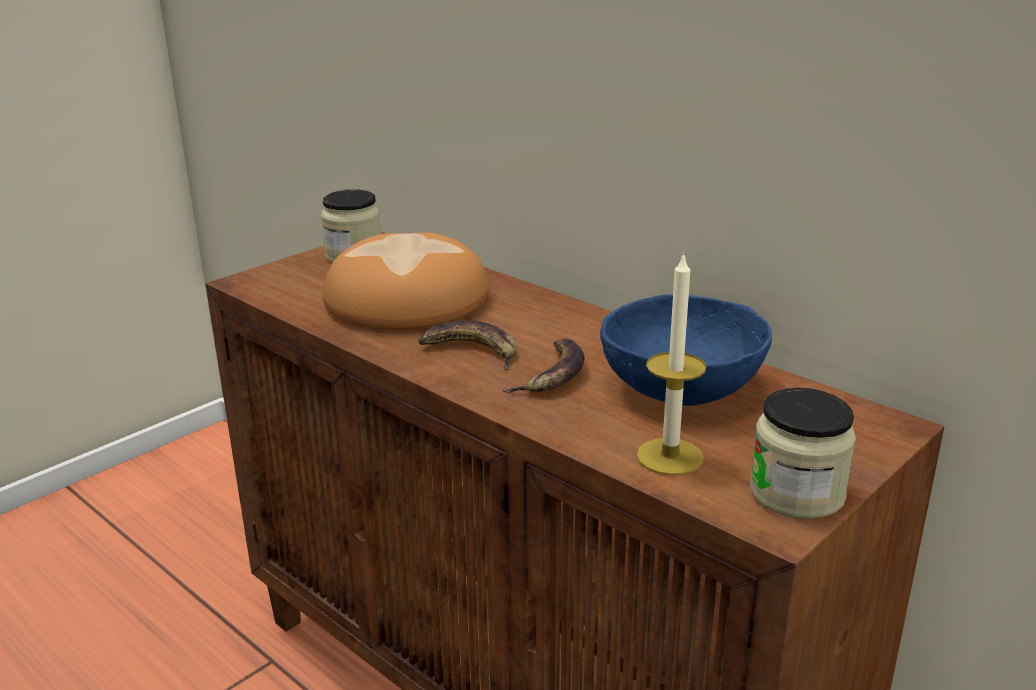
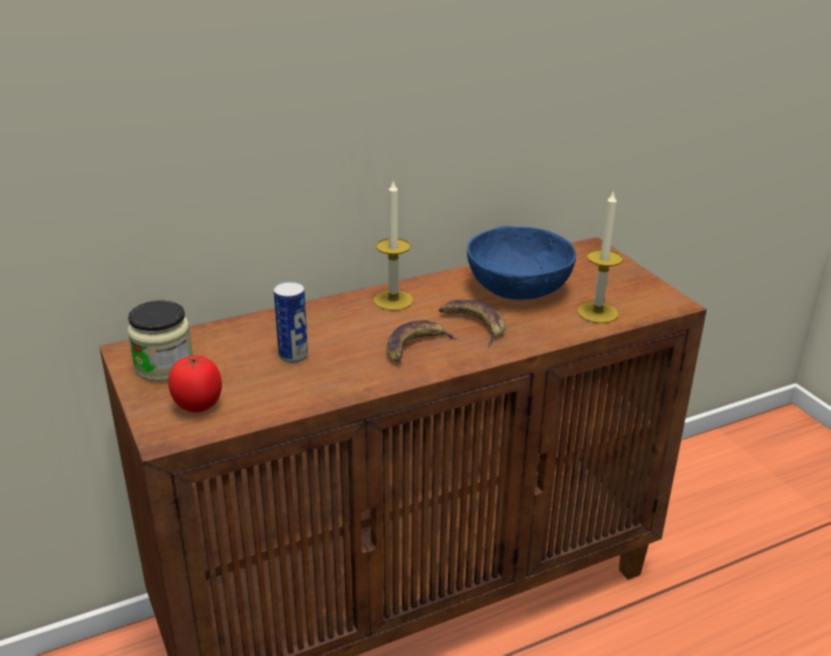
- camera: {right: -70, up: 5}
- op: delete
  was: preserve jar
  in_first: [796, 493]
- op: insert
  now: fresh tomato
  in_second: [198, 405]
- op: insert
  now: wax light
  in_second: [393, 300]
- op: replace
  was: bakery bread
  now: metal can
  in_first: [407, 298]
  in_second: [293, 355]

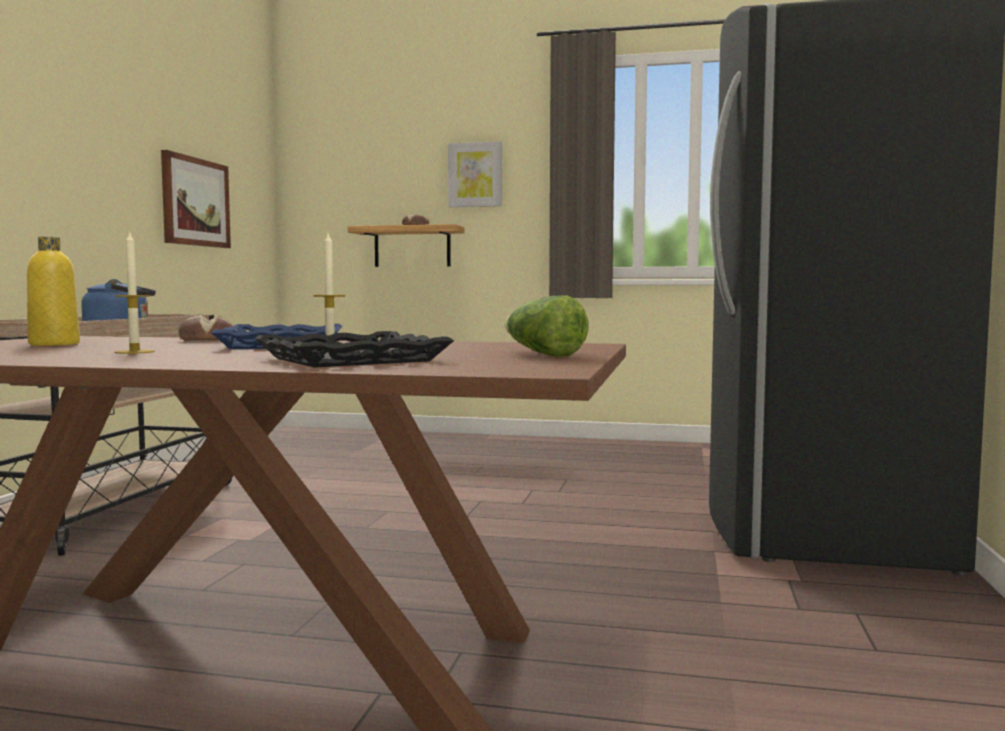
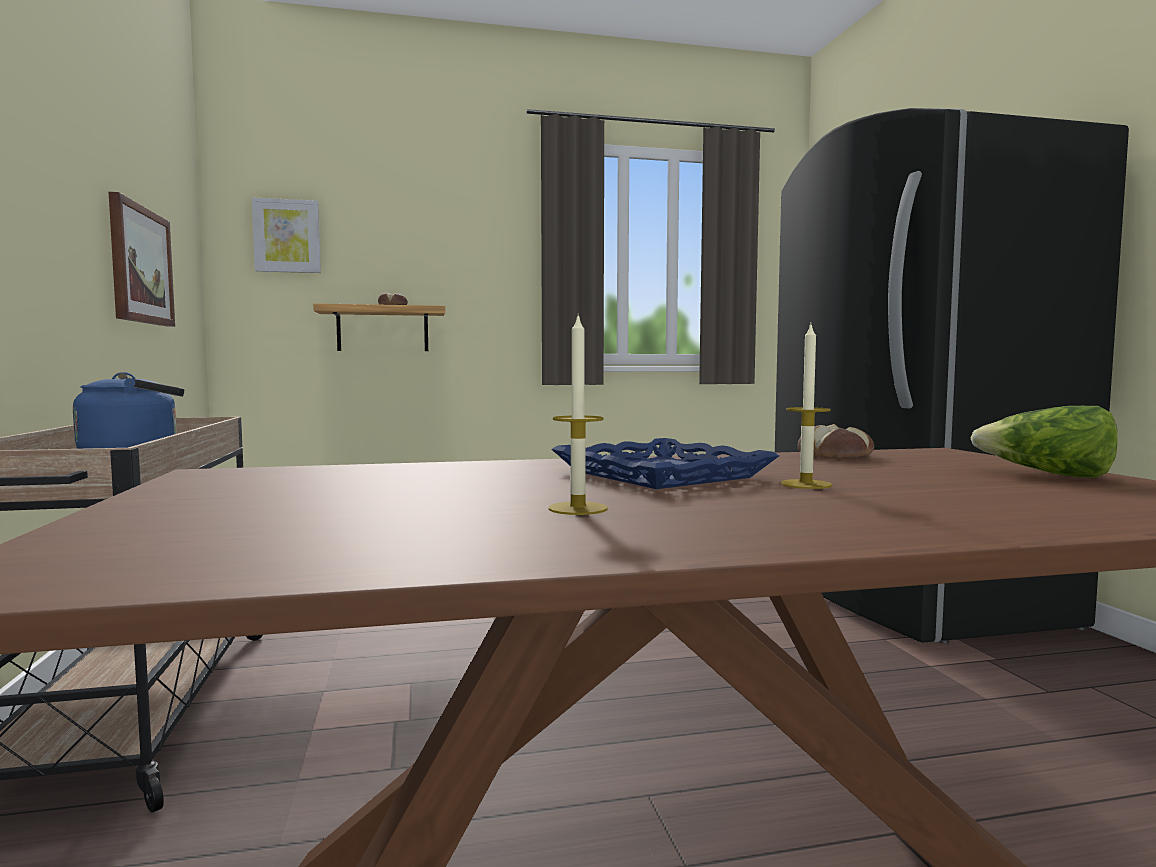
- camera: {right: -25, up: 0}
- op: delete
  was: yellow-coloured drink bottle
  in_first: [54, 344]
- op: delete
  was: black-coloured carrying tray
  in_first: [352, 360]
- op: move
  was: bakery bread
  in_first: [207, 340]
  in_second: [836, 455]
- op: move
  was: picture
  in_first: [475, 175]
  in_second: [287, 236]

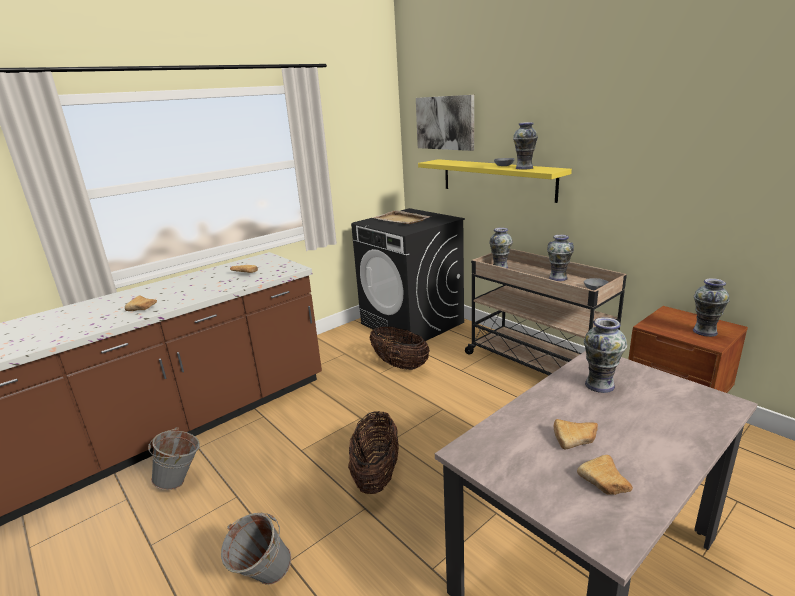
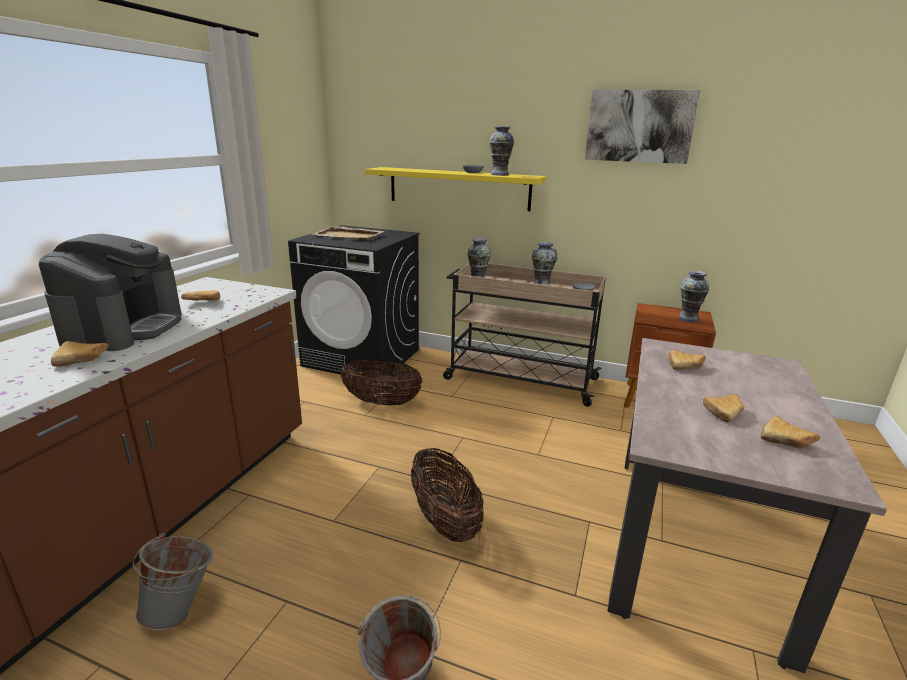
- camera: {right: -30, up: 0}
- op: insert
  now: coffee machine
  in_second: [125, 328]
- op: move
  was: picture
  in_first: [445, 123]
  in_second: [639, 126]
- op: replace
  was: flower vase
  now: bakery bread
  in_first: [599, 384]
  in_second: [686, 366]

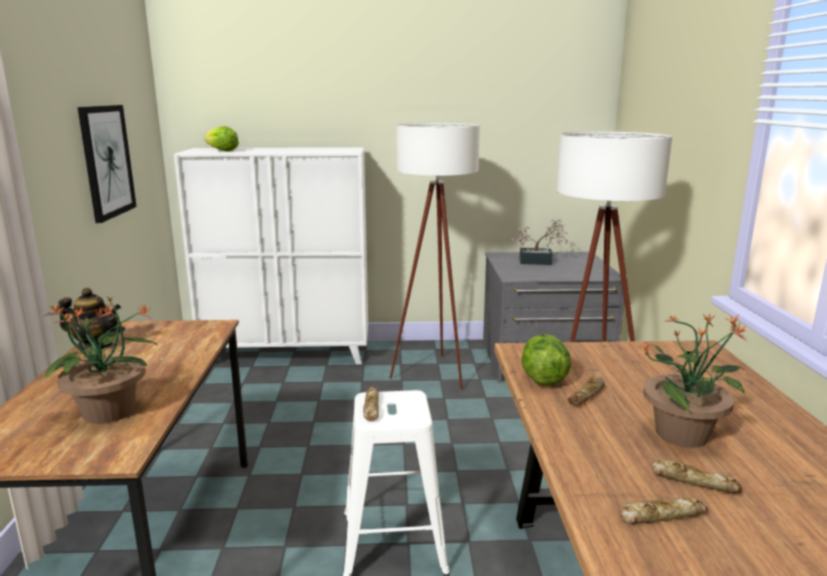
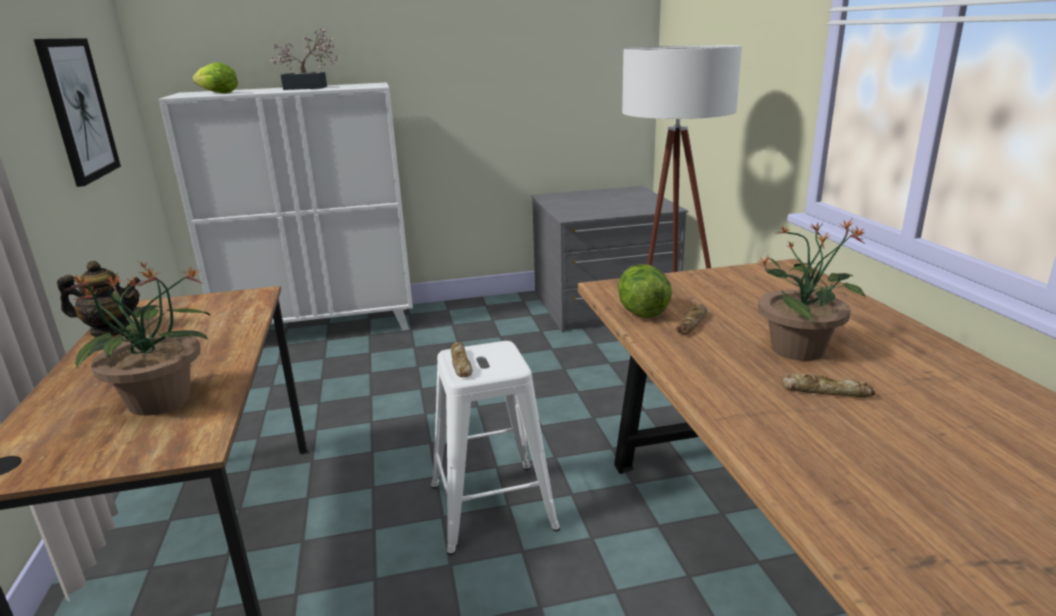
- camera: {right: -10, up: 5}
- op: delete
  was: white standing lamp
  in_first: [434, 370]
- op: delete
  was: bakery bread
  in_first: [661, 515]
- op: move
  was: houseplant
  in_first: [539, 262]
  in_second: [310, 88]

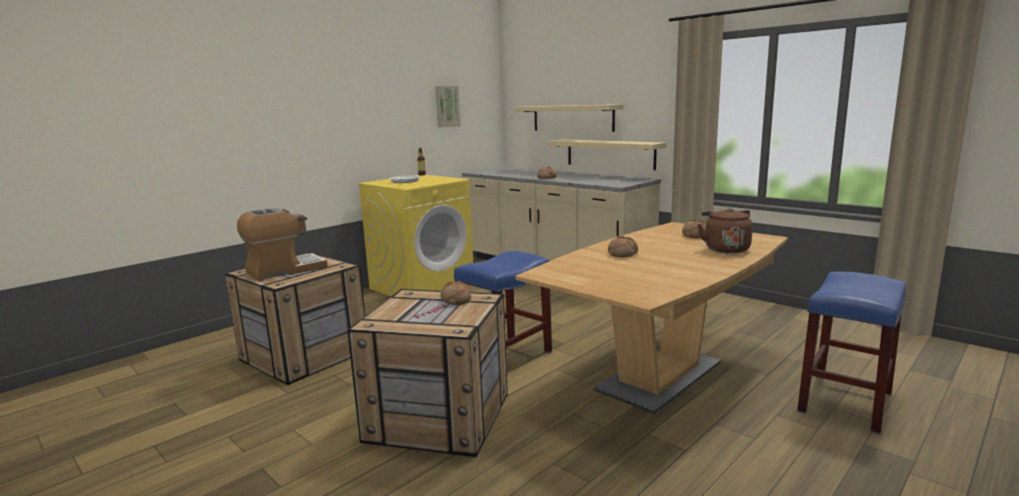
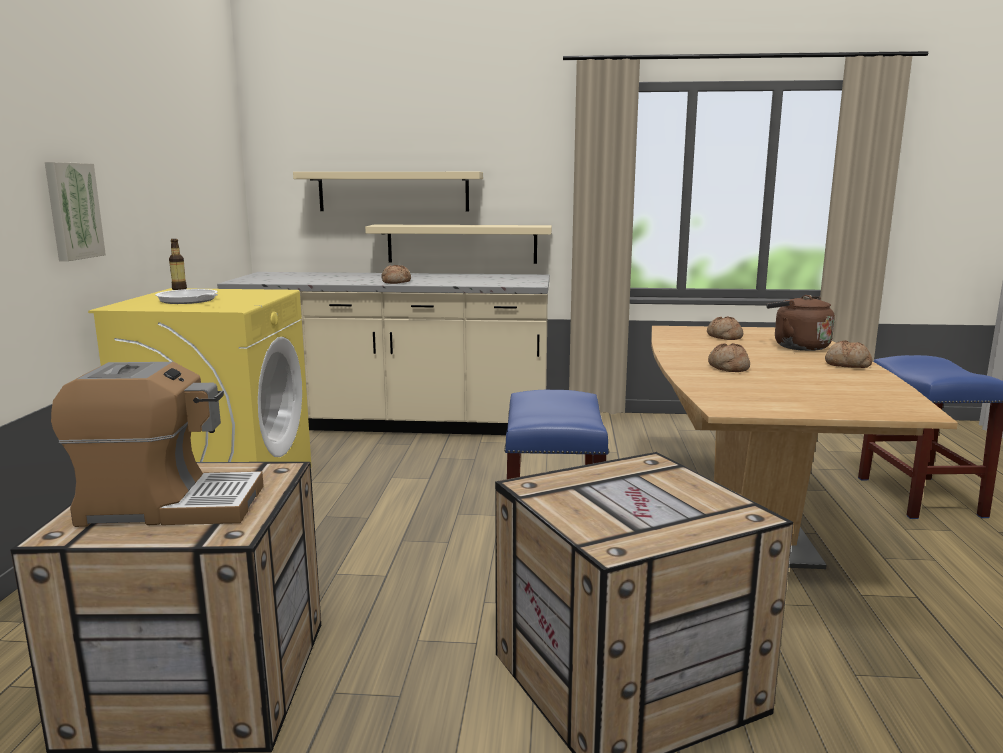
- camera: {right: -40, up: 0}
- op: move
  was: picture
  in_first: [447, 106]
  in_second: [72, 211]
- op: move
  was: bakery bread
  in_first: [455, 300]
  in_second: [847, 365]
- op: rotate
  was: coffee machine
  in_first: [285, 270]
  in_second: [169, 506]
  clockwise: 75

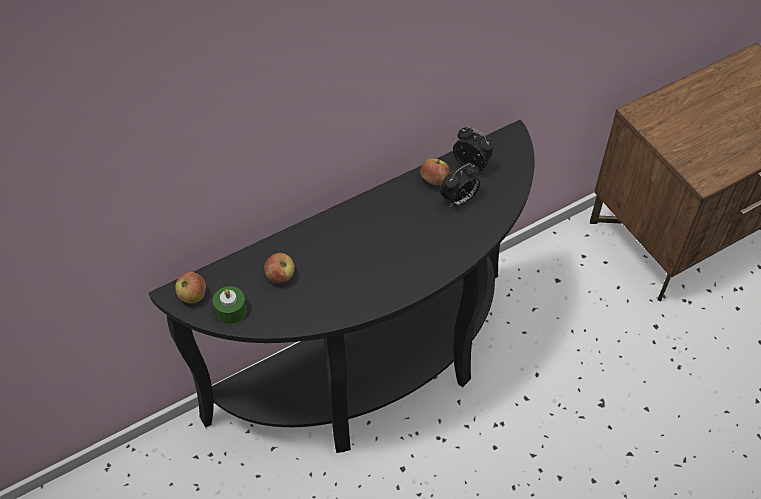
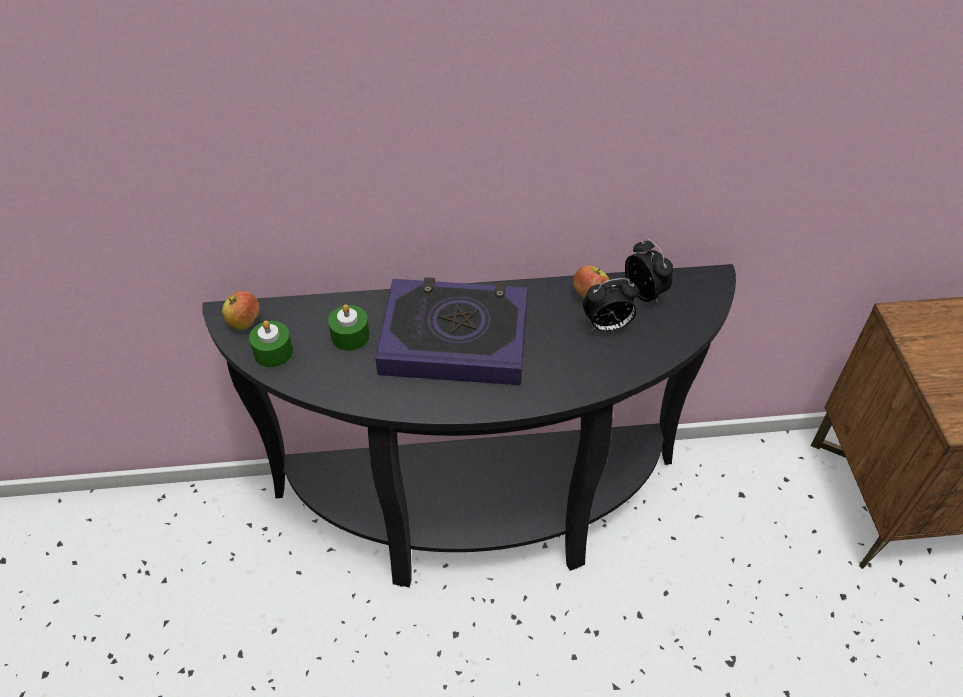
- camera: {right: 25, up: -5}
- op: insert
  now: bound book
  in_second: [455, 338]
- op: replace
  was: apple fruit
  now: green wax light
  in_first: [280, 276]
  in_second: [350, 336]

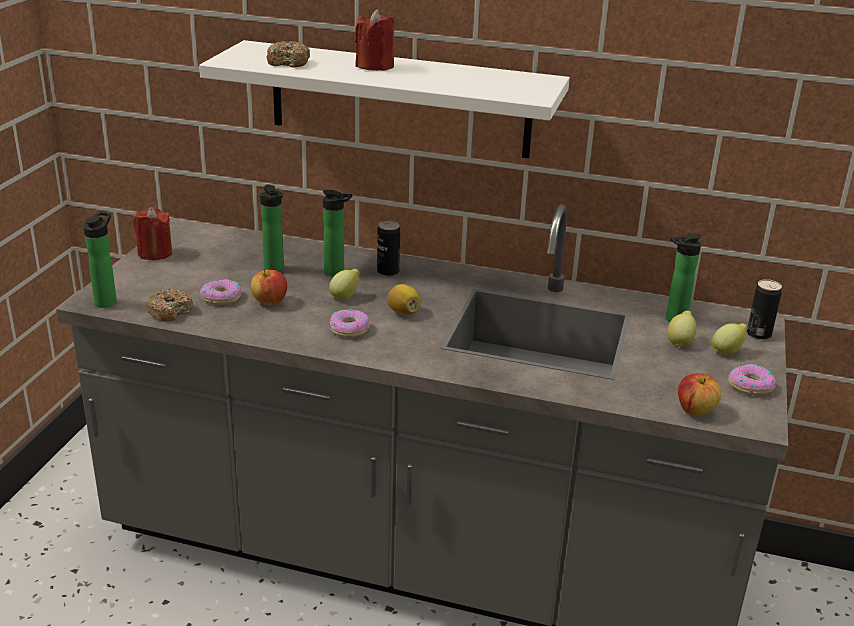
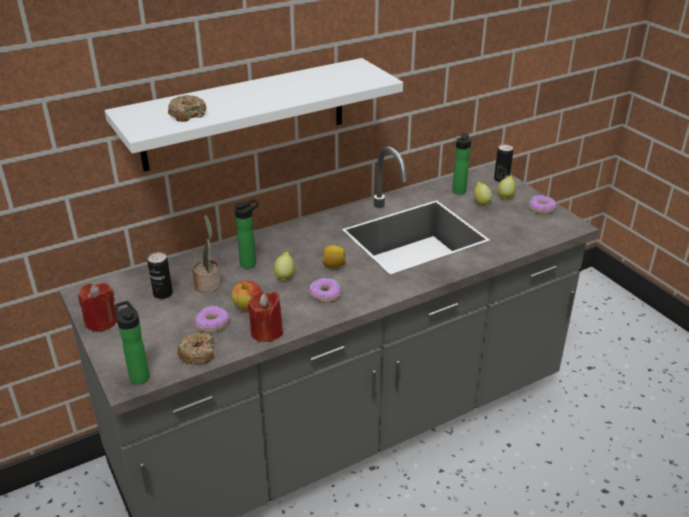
- camera: {right: -45, up: 5}
- op: delete
  was: apple fruit
  in_first: [695, 410]
- op: move
  was: red wax light
  in_first: [375, 66]
  in_second: [266, 332]
- op: move
  was: metal can
  in_first: [388, 271]
  in_second: [163, 294]
- op: replace
  was: drink bottle
  now: houseplant
  in_first: [275, 269]
  in_second: [208, 284]

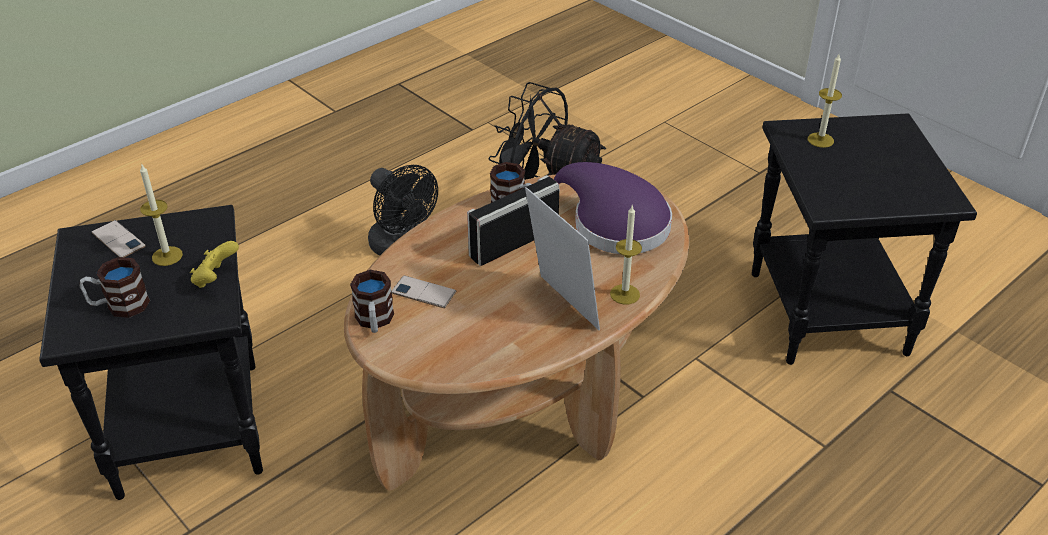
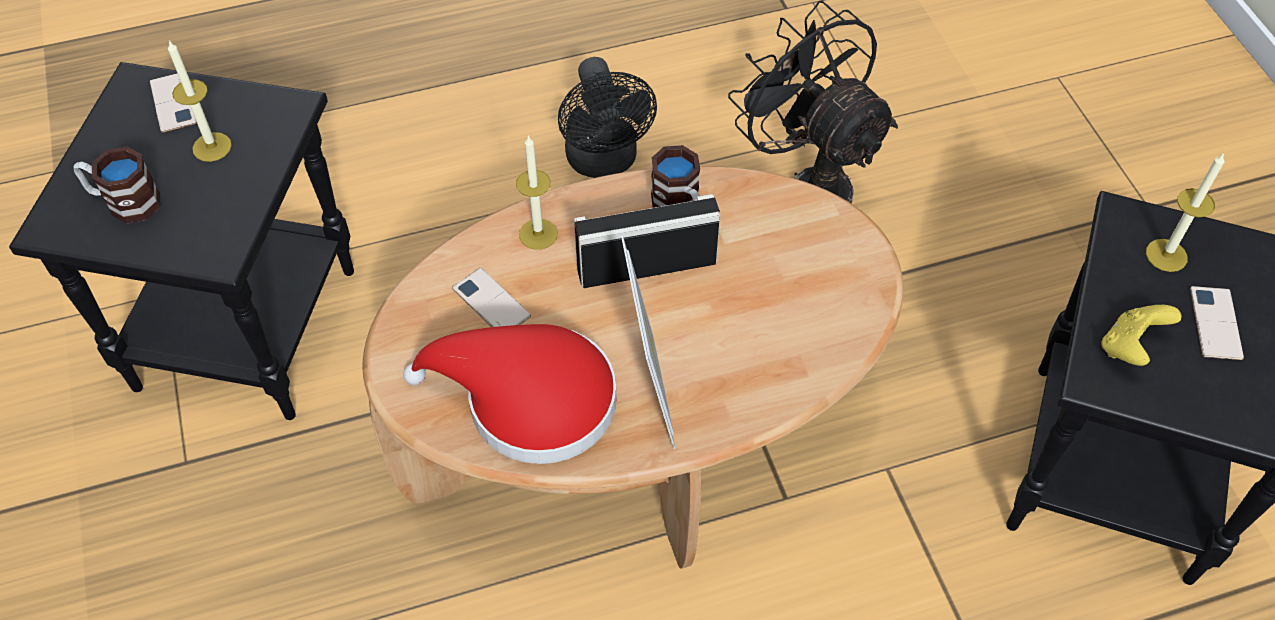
- camera: {right: 25, up: 15}
- op: delete
  was: coffee mug
  in_first: [374, 321]
- op: delete
  was: purple clothing hat
  in_first: [614, 224]
- op: insert
  now: red clothing hat
  in_second: [528, 400]
- op: insert
  now: phone
  in_second: [1215, 323]
- op: move
  was: yellow-coloured game controller
  in_first: [215, 279]
  in_second: [1129, 347]
- op: move
  was: wax light
  in_first: [625, 294]
  in_second: [538, 234]

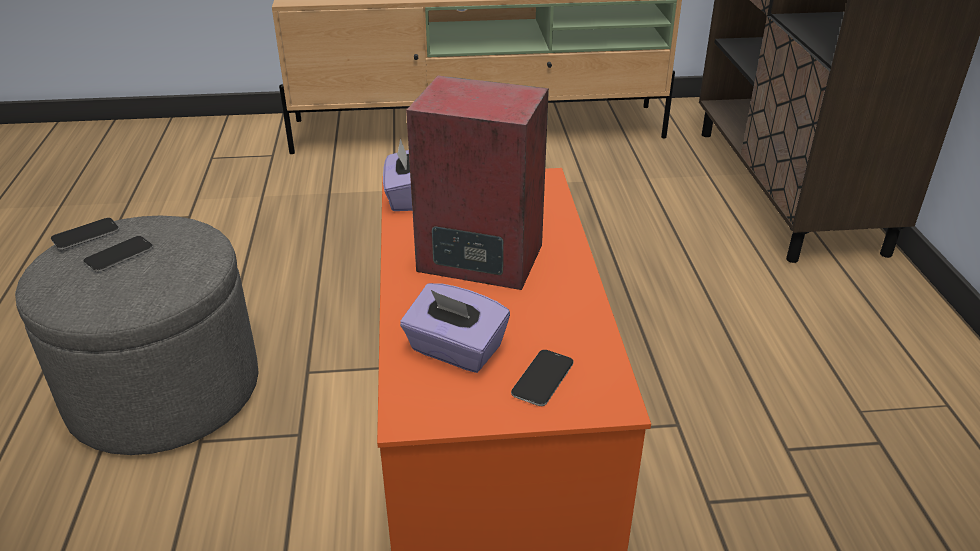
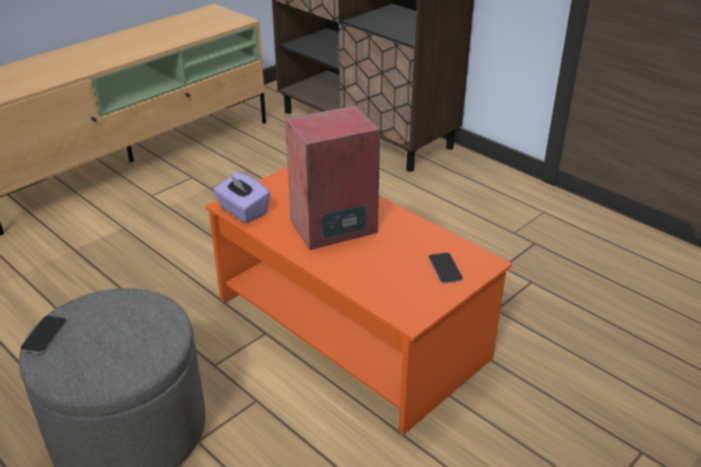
- camera: {right: -40, up: 0}
- op: delete
  was: phone
  in_first: [119, 255]
- op: delete
  was: purple tissue box
  in_first: [455, 350]

